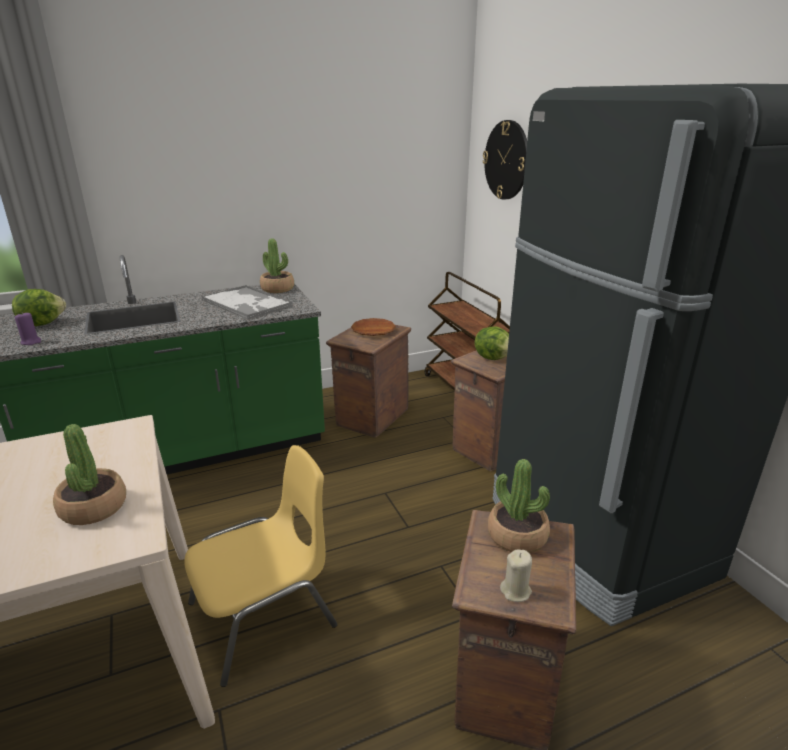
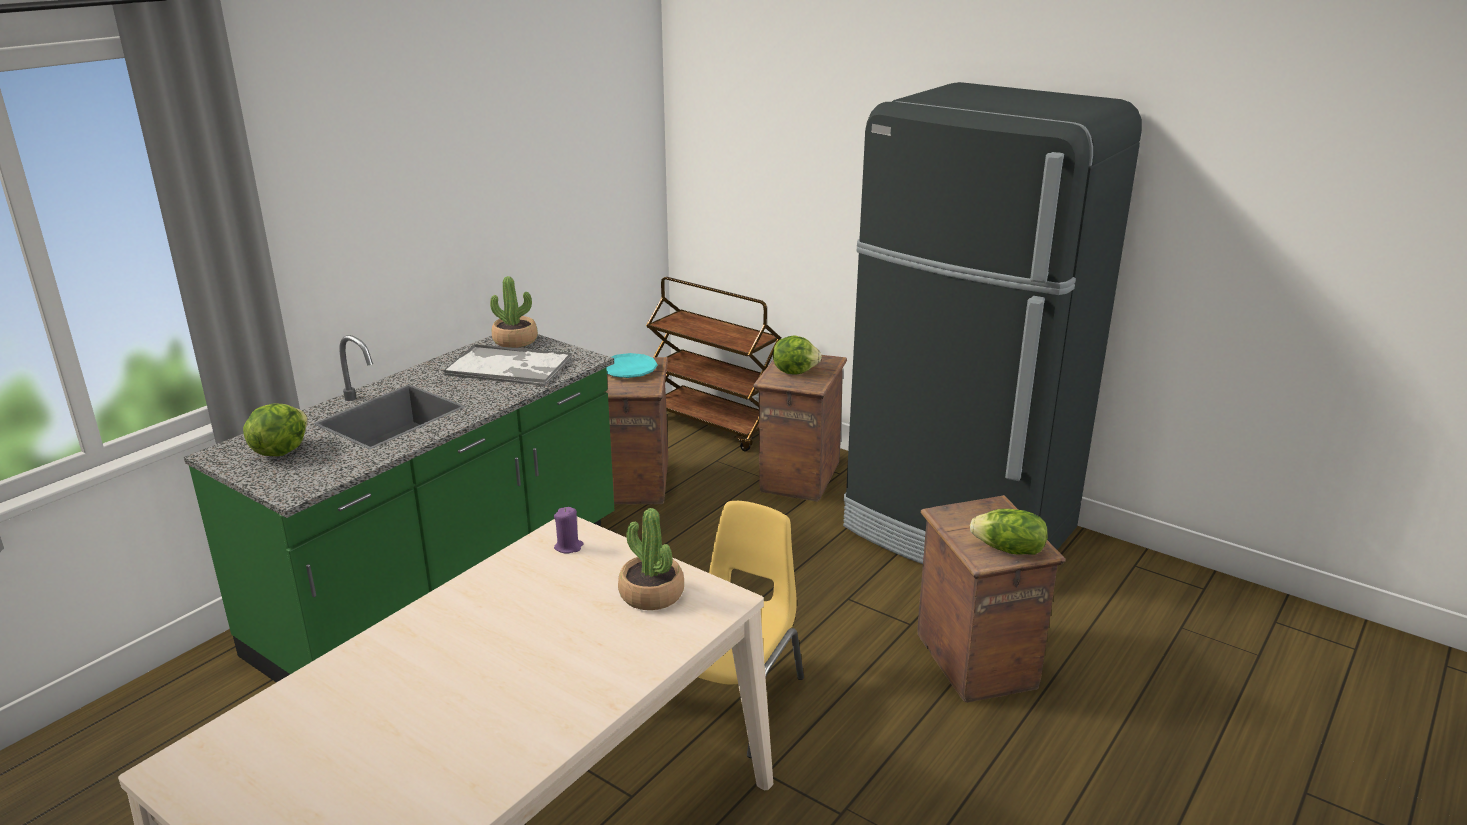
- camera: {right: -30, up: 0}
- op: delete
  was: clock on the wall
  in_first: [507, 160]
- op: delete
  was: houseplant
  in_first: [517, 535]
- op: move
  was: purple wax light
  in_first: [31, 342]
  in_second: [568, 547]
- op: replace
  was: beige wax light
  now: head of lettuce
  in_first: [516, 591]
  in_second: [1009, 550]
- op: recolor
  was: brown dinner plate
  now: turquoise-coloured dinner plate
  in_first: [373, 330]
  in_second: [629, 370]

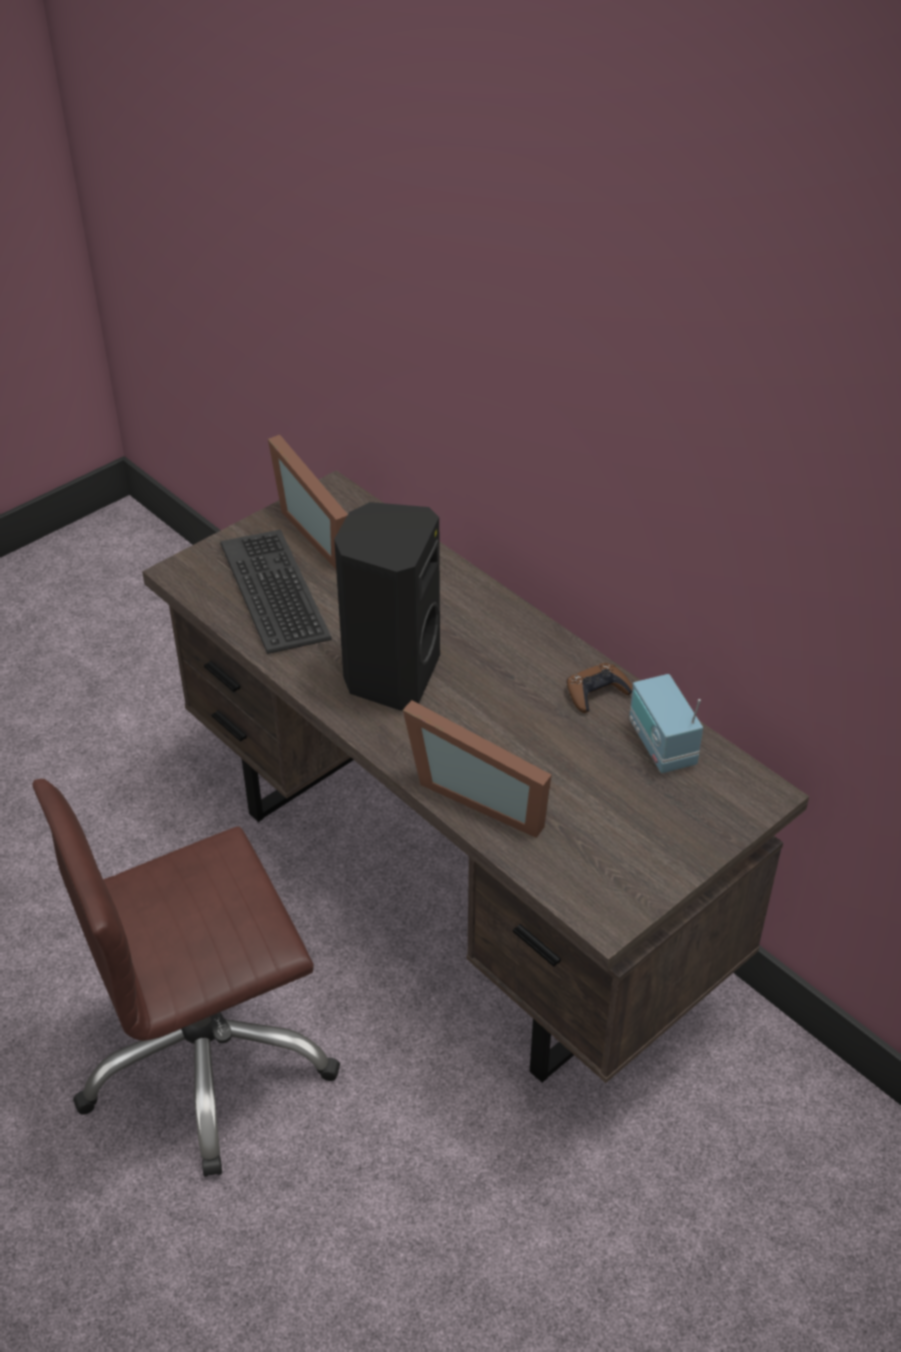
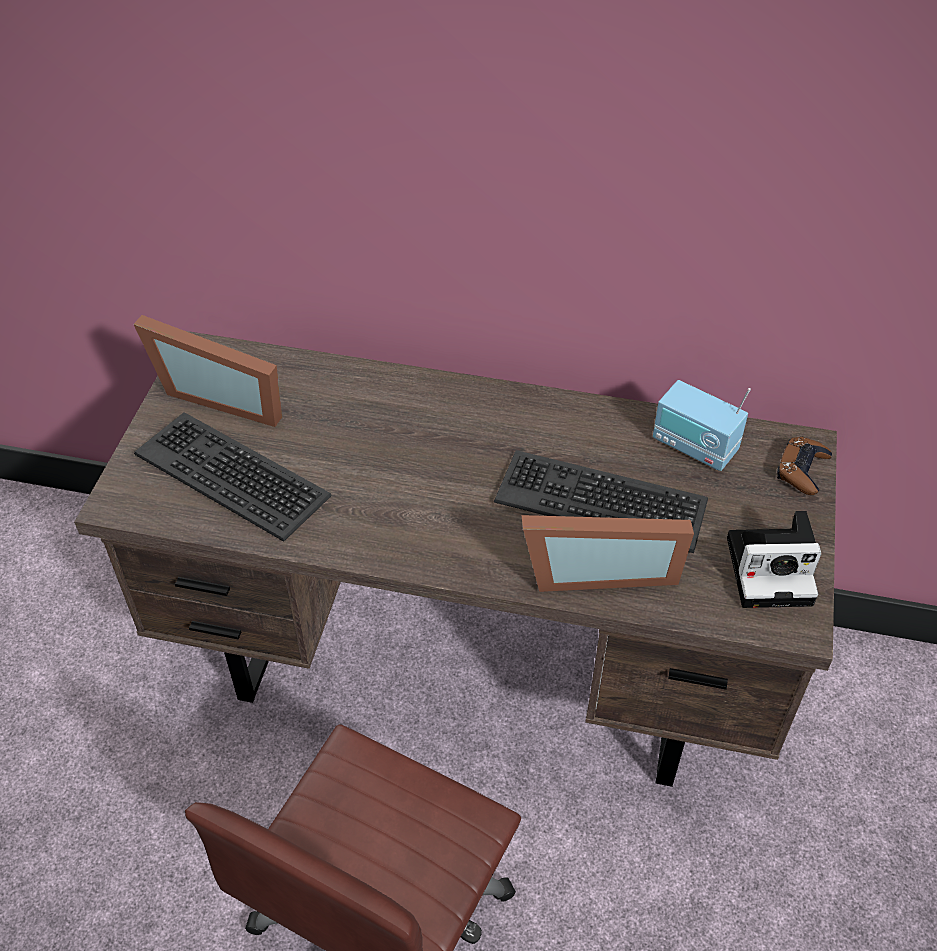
- camera: {right: -35, up: 5}
- op: delete
  was: black-coloured loudspeaker
  in_first: [389, 674]
- op: insert
  now: keyboard
  in_second: [601, 500]
- op: insert
  now: photo camera
  in_second: [773, 569]
- op: move
  was: brown game controller
  in_first: [596, 692]
  in_second: [802, 470]

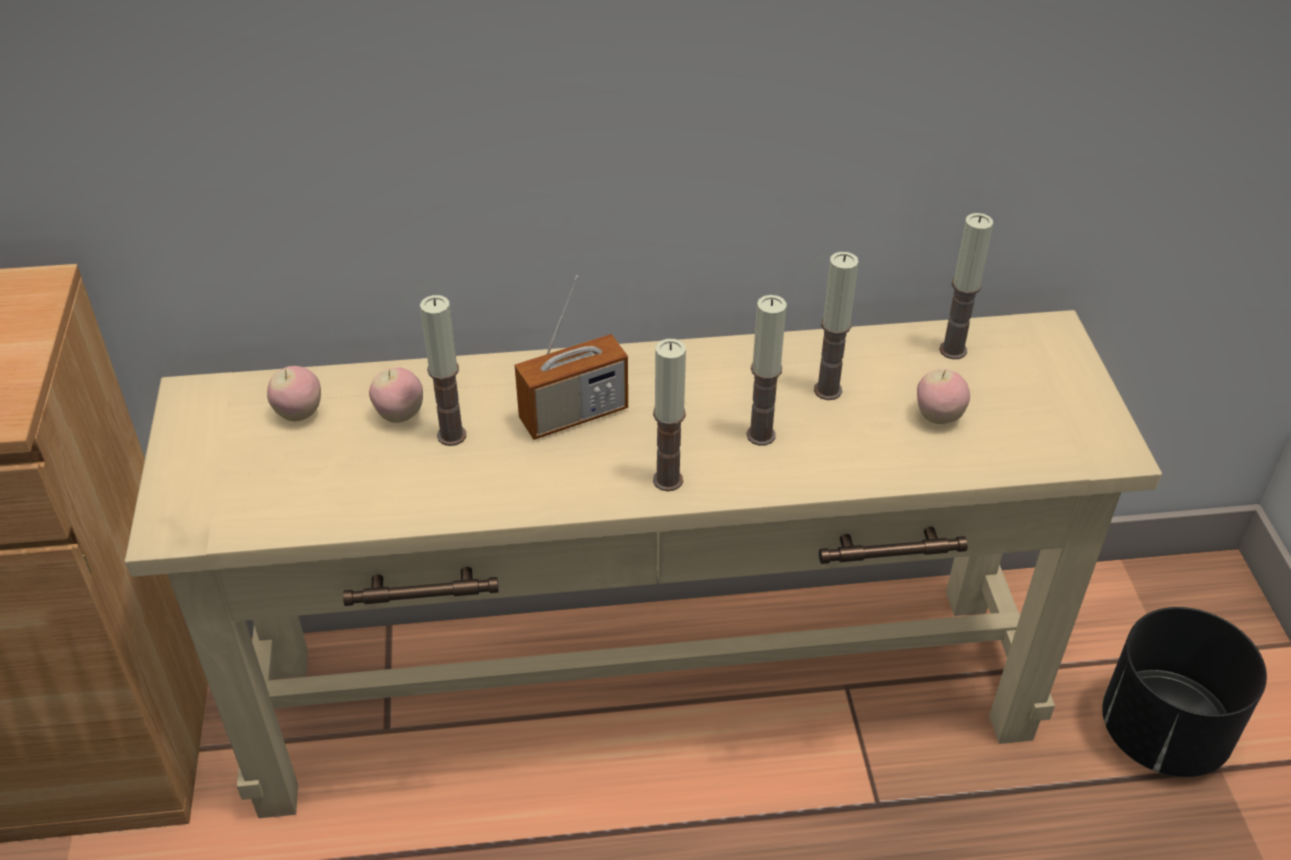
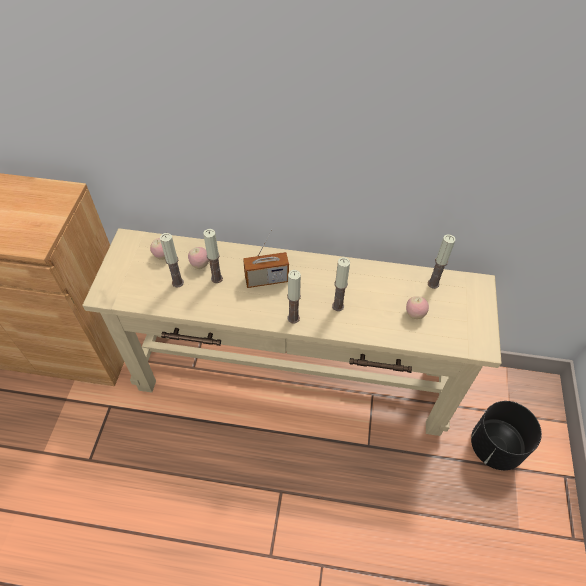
- camera: {right: 15, up: 10}
- op: move
  was: wax light
  in_first: [828, 390]
  in_second: [178, 282]

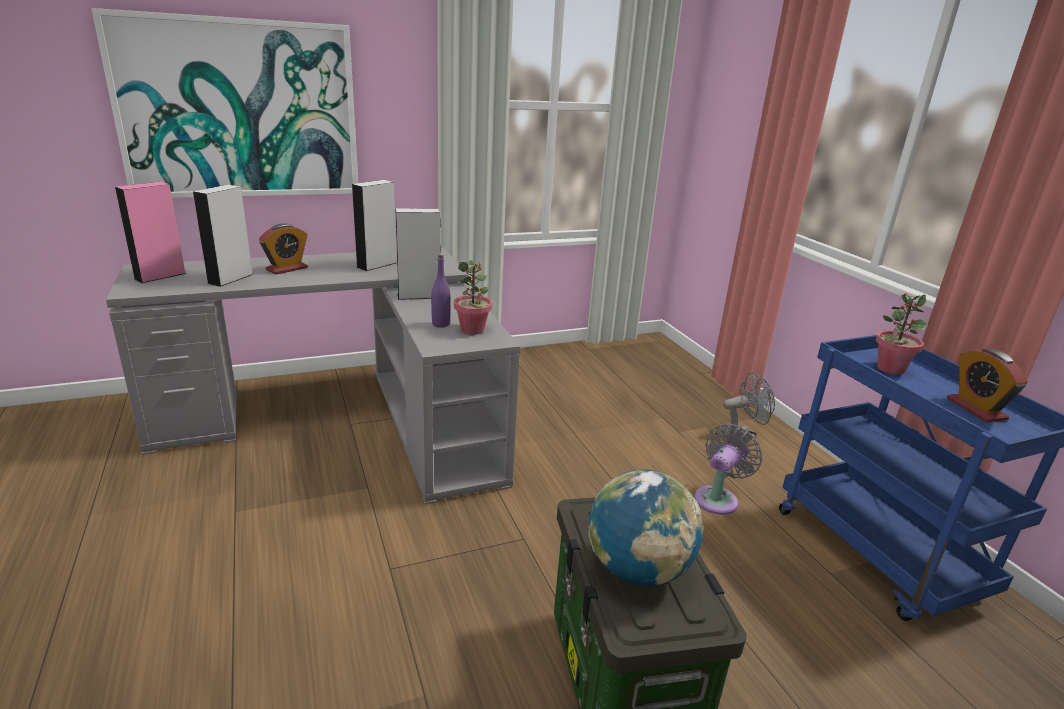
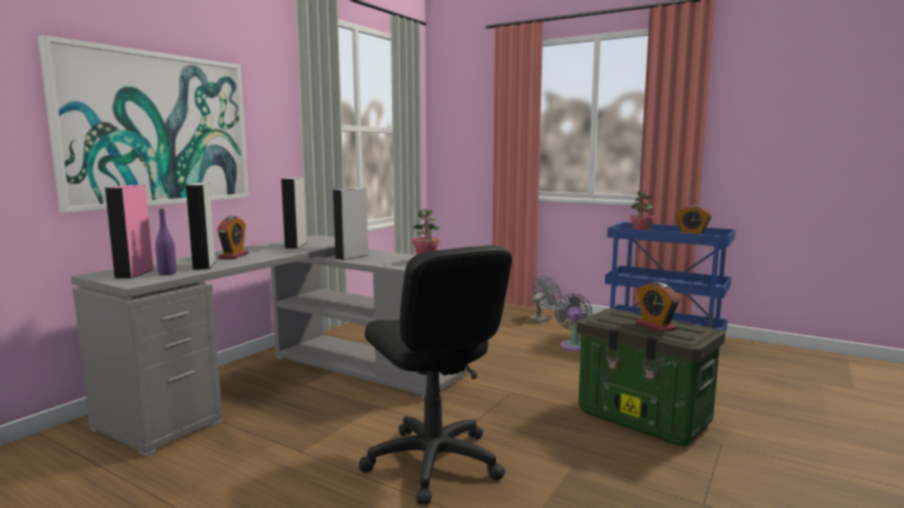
- camera: {right: -35, up: -15}
- op: insert
  now: black-coloured desk chair
  in_second: [433, 462]
- op: move
  was: purple drink bottle
  in_first: [441, 324]
  in_second: [167, 273]
- op: replace
  was: desk globe
  now: table clock
  in_first: [637, 569]
  in_second: [655, 326]

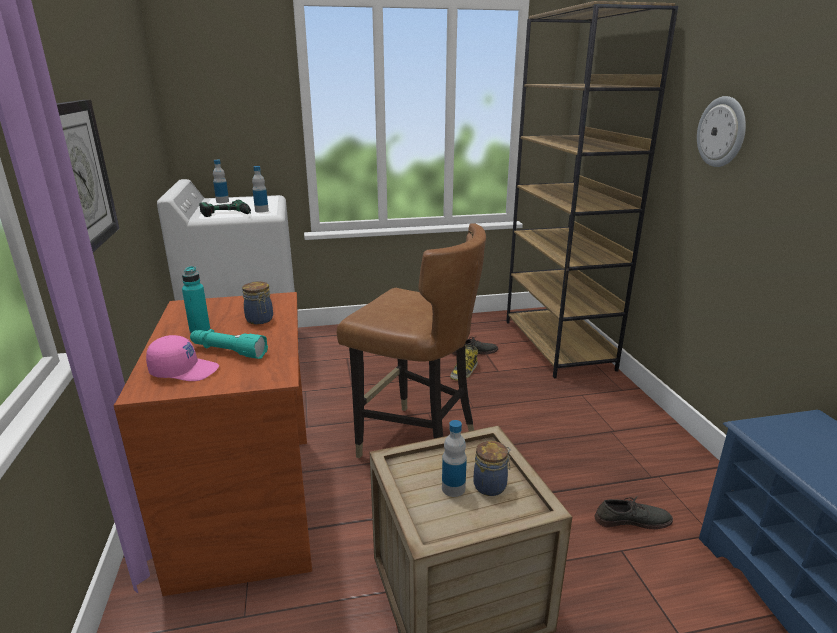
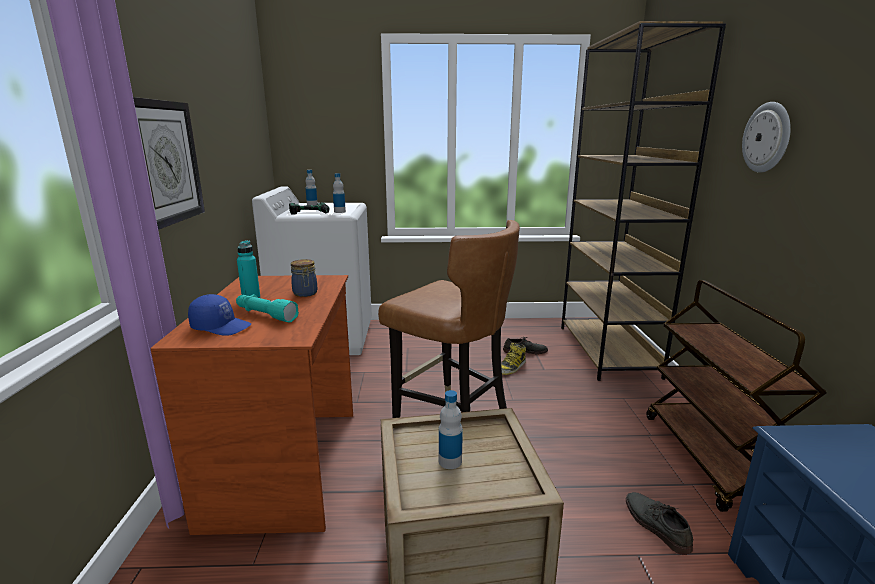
- camera: {right: 10, up: -5}
- op: delete
  was: preserve jar
  in_first: [491, 486]
- op: insert
  now: brown cart
  in_second: [710, 459]
- op: recolor
  was: pink baseball cap
  now: bluish baseball cap
  in_first: [184, 370]
  in_second: [221, 327]
- op: rotate
  was: gray item of footwear
  in_first: [632, 520]
  in_second: [655, 525]
  clockwise: -120

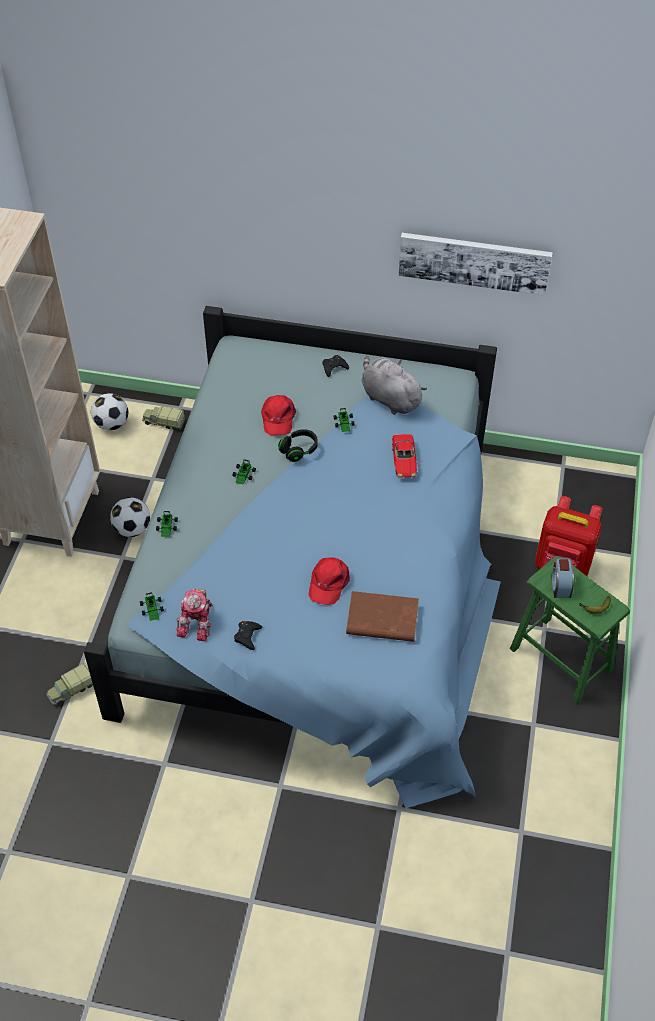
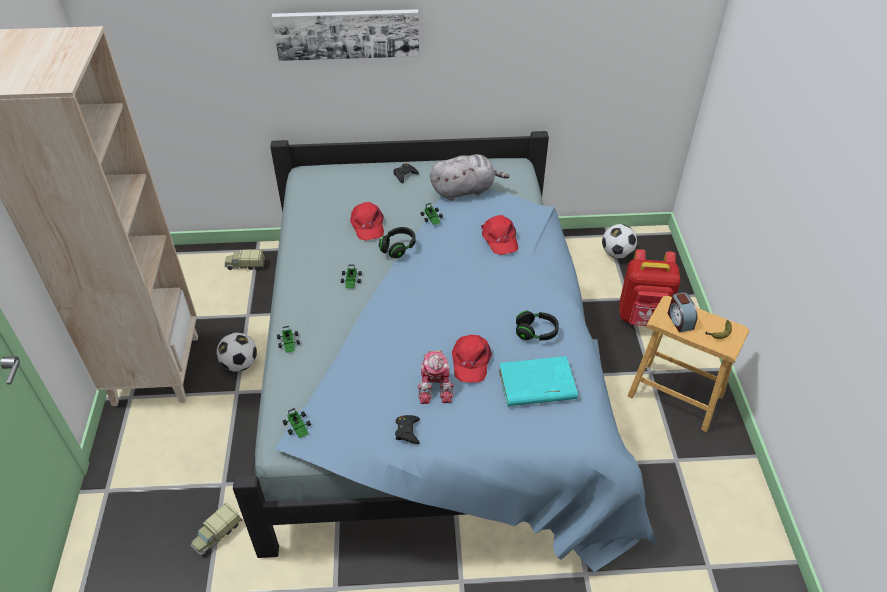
- camera: {right: -15, up: -5}
- op: insert
  now: black-coloured headphones
  in_second: [536, 332]
- op: move
  was: football
  in_first: [112, 424]
  in_second: [617, 253]
- op: move
  was: robot figure
  in_first: [198, 621]
  in_second: [436, 385]
- op: move
  was: picture
  in_first: [474, 261]
  in_second: [347, 33]
- op: replace
  was: miniature car
  now: red baseball cap
  in_first: [404, 460]
  in_second: [499, 238]
- op: recolor
  was: brown bound book
  now: turquoise-coloured bound book
  in_first: [381, 620]
  in_second: [536, 385]
- op: recolor
  was: green sitting stool
  now: brown sitting stool
  in_first: [561, 659]
  in_second: [675, 395]
- op: rotate
  was: gray cuddly toy
  in_first: [389, 398]
  in_second: [465, 190]
  clockwise: 135

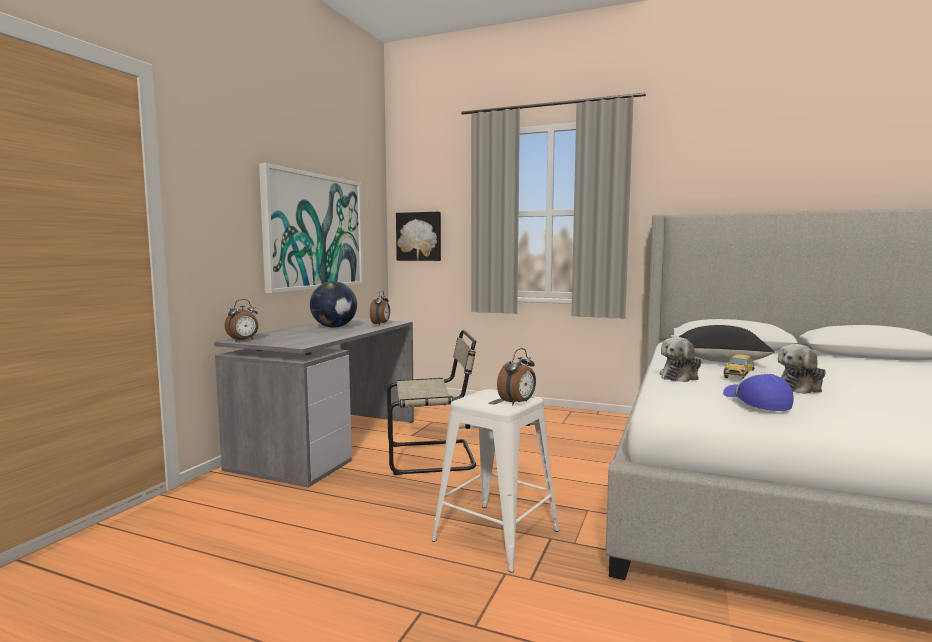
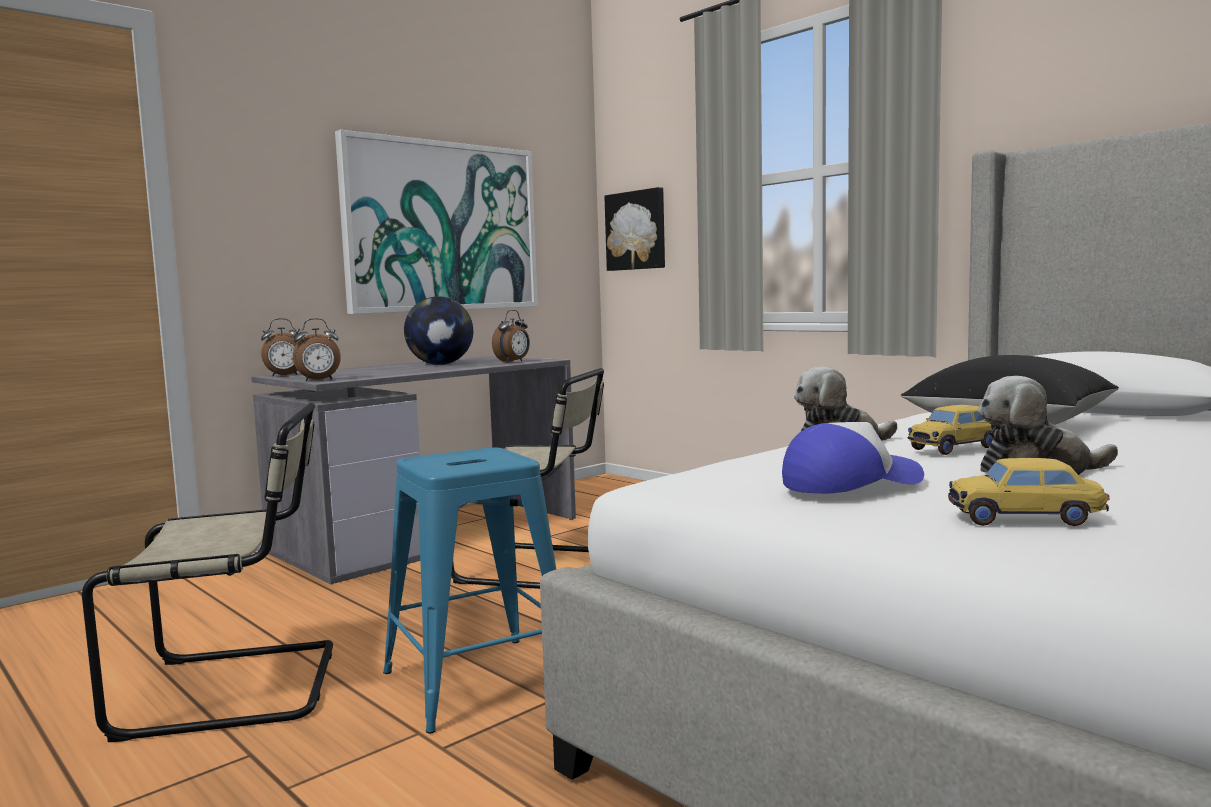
- camera: {right: 25, up: 0}
- op: insert
  now: beige chair
  in_second: [240, 688]
- op: insert
  now: miniature car
  in_second: [1025, 519]
- op: move
  was: table clock
  in_first: [518, 403]
  in_second: [319, 380]
- op: recolor
  was: white sitting stool
  now: bluish sitting stool
  in_first: [496, 536]
  in_second: [477, 682]
- op: rotate
  was: baseball cap
  in_first: [756, 401]
  in_second: [850, 482]
  clockwise: 60

